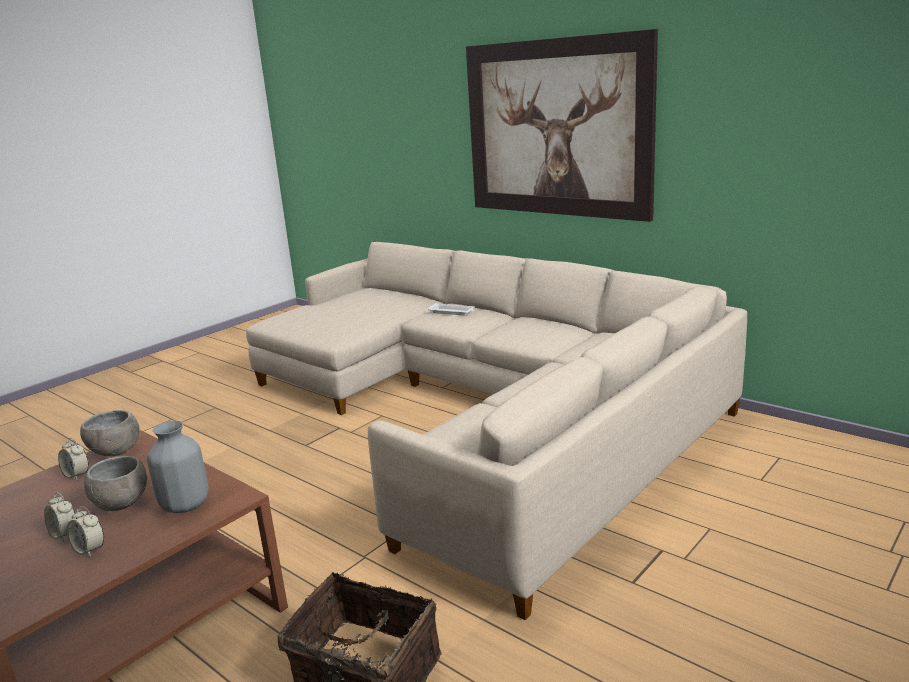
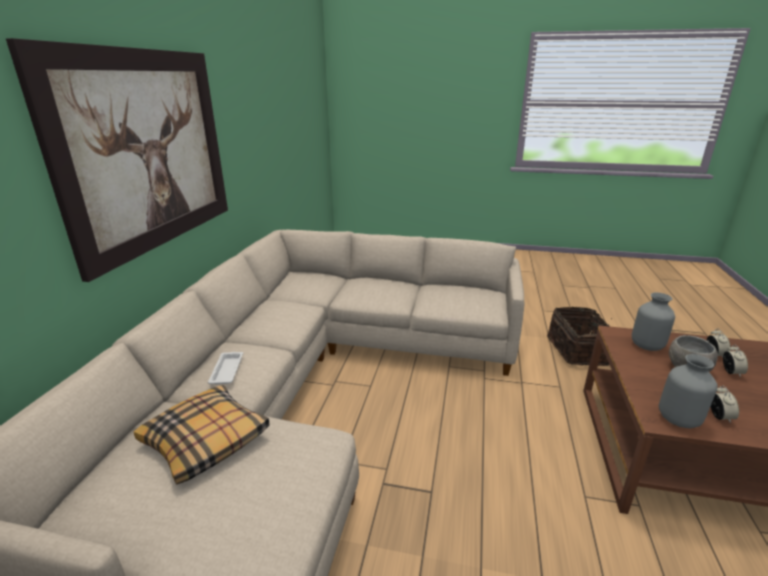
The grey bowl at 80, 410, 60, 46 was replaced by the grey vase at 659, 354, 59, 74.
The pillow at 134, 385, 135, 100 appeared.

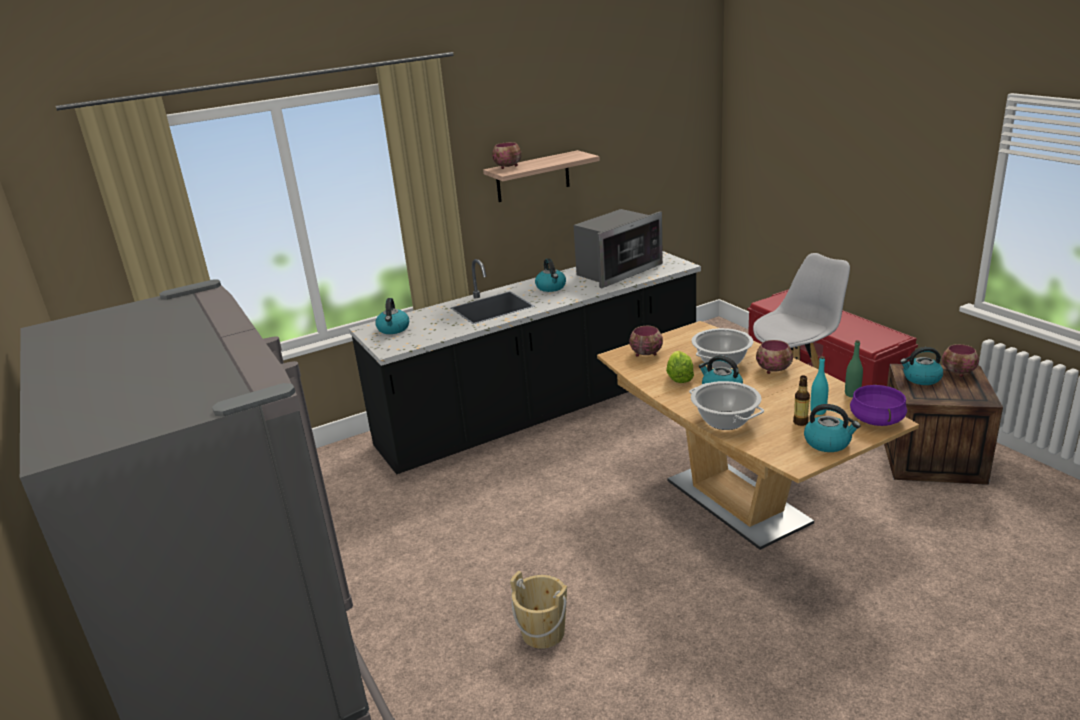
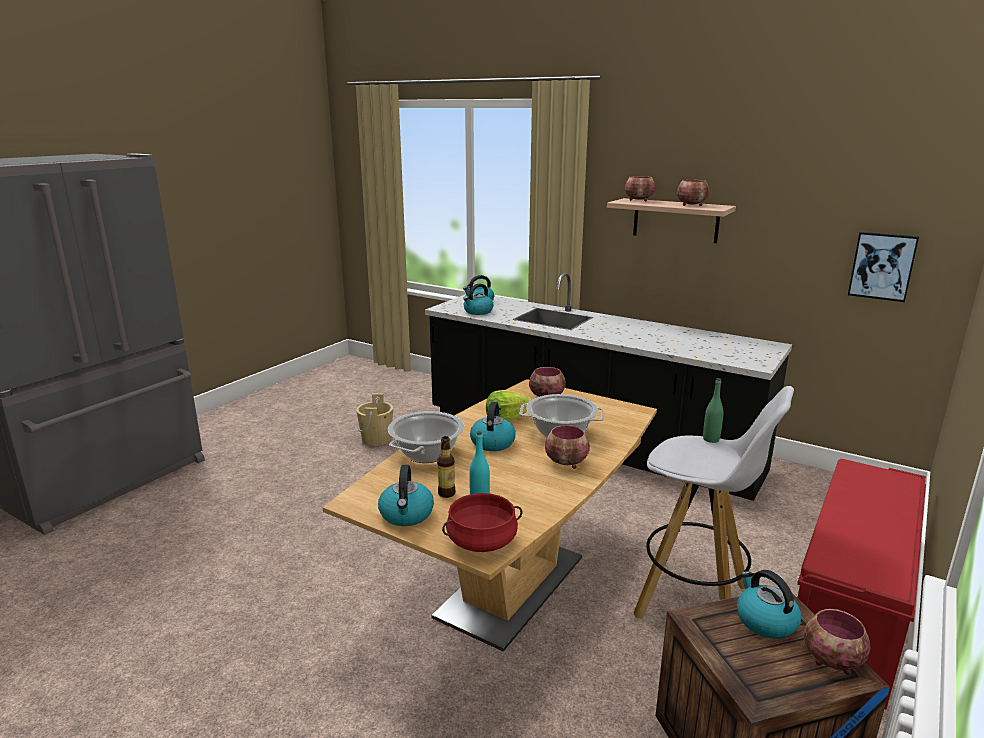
The beige bucket moved from 510, 571, 57, 78 to 356, 393, 37, 53.
The kettle moved from 535, 258, 31, 34 to 463, 283, 31, 32.
The microwave at 573, 209, 90, 79 disappeared.
The green bottle moved from 845, 340, 18, 57 to 703, 378, 20, 65.
The purple cooking pot at 850, 384, 57, 42 became the red cooking pot at 442, 493, 81, 59.
The bowl at 677, 180, 32, 26 appeared.
The picture at 848, 232, 71, 70 appeared.

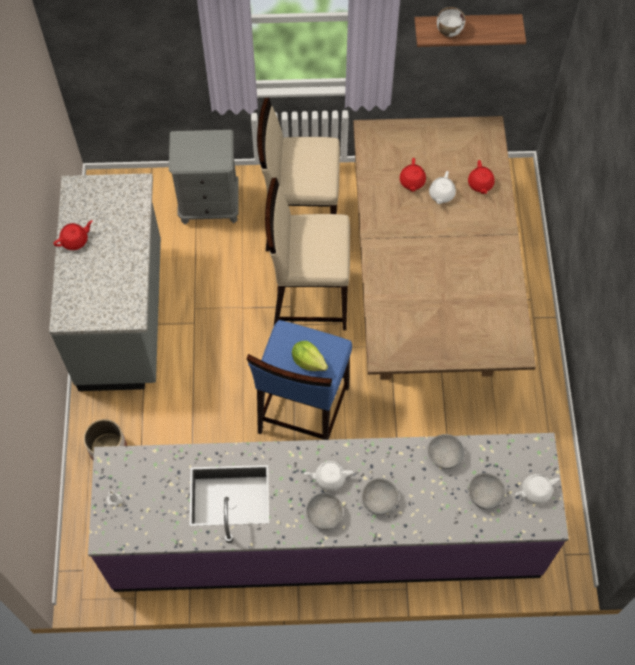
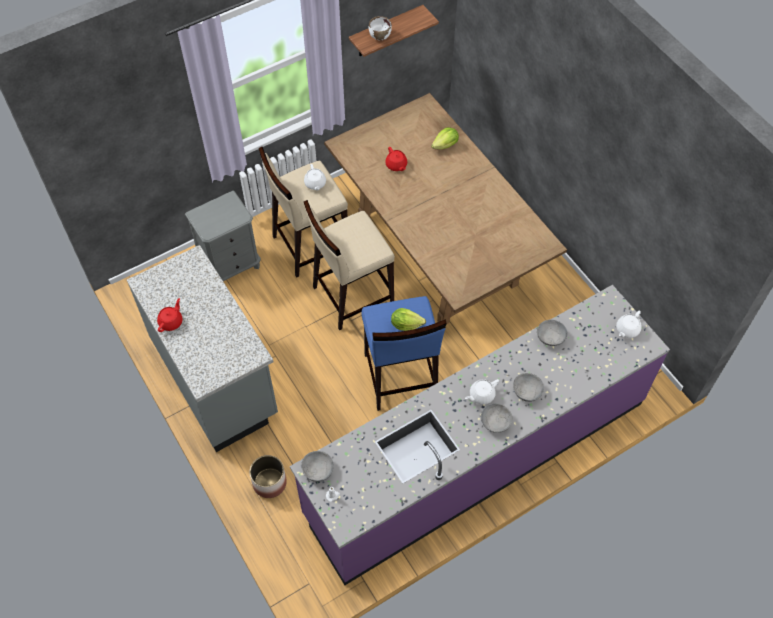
The white teapot moved from 429, 171, 27, 33 to 304, 164, 22, 27.
The red teapot at 468, 160, 27, 34 was replaced by the lettuce at 431, 127, 28, 23.
The grey bowl moved from 469, 473, 36, 36 to 301, 451, 33, 31.

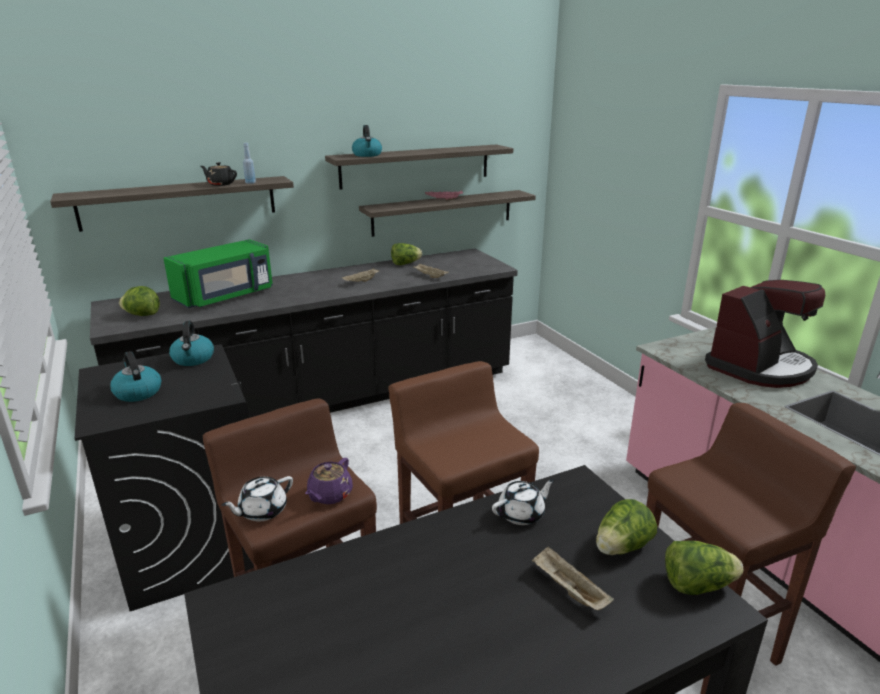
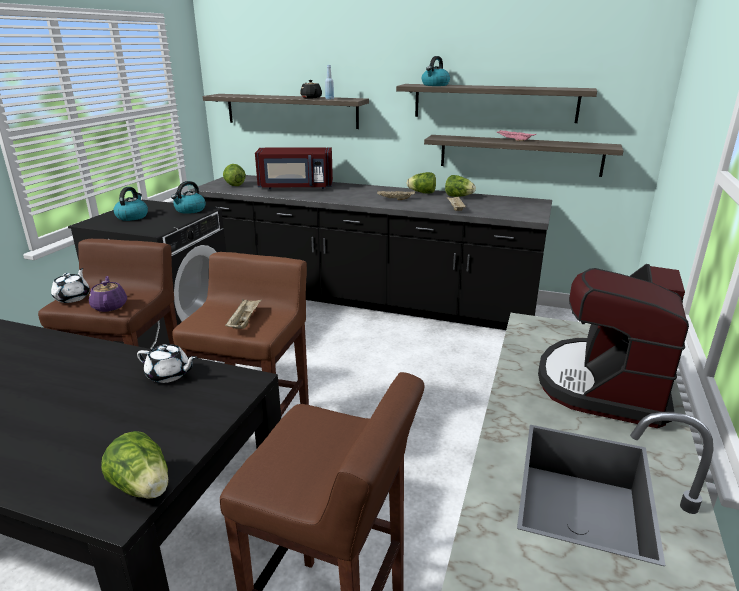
The green microwave at 163, 239, 110, 69 became the red microwave at 255, 147, 78, 42.
The white teapot at 221, 476, 72, 45 turned 90 degrees clockwise.
The purple teapot at 305, 458, 48, 46 turned 90 degrees clockwise.
The beige tray moved from 532, 546, 82, 65 to 225, 299, 37, 30.
The lettuce moved from 596, 499, 61, 56 to 407, 172, 29, 21.
The coffee machine at 705, 280, 120, 108 turned 105 degrees clockwise.

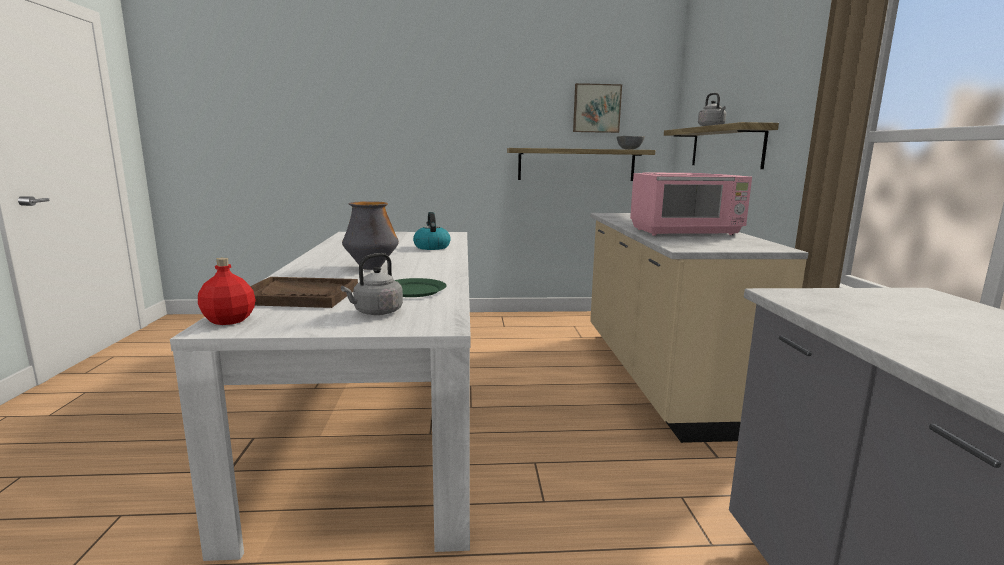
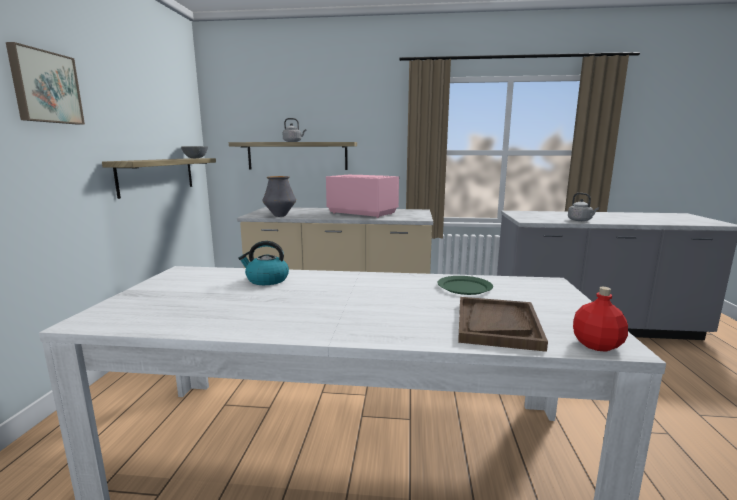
The grey kettle moved from 341, 253, 62, 62 to 568, 193, 31, 28.
The vase moved from 342, 201, 57, 69 to 262, 176, 34, 41.
The picture moved from 573, 83, 49, 50 to 6, 42, 79, 83.
The pink microwave at 630, 172, 122, 64 turned 60 degrees counterclockwise.

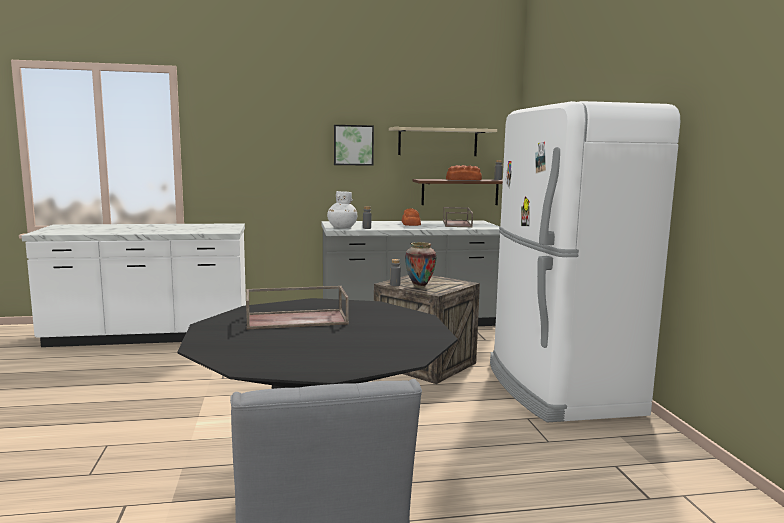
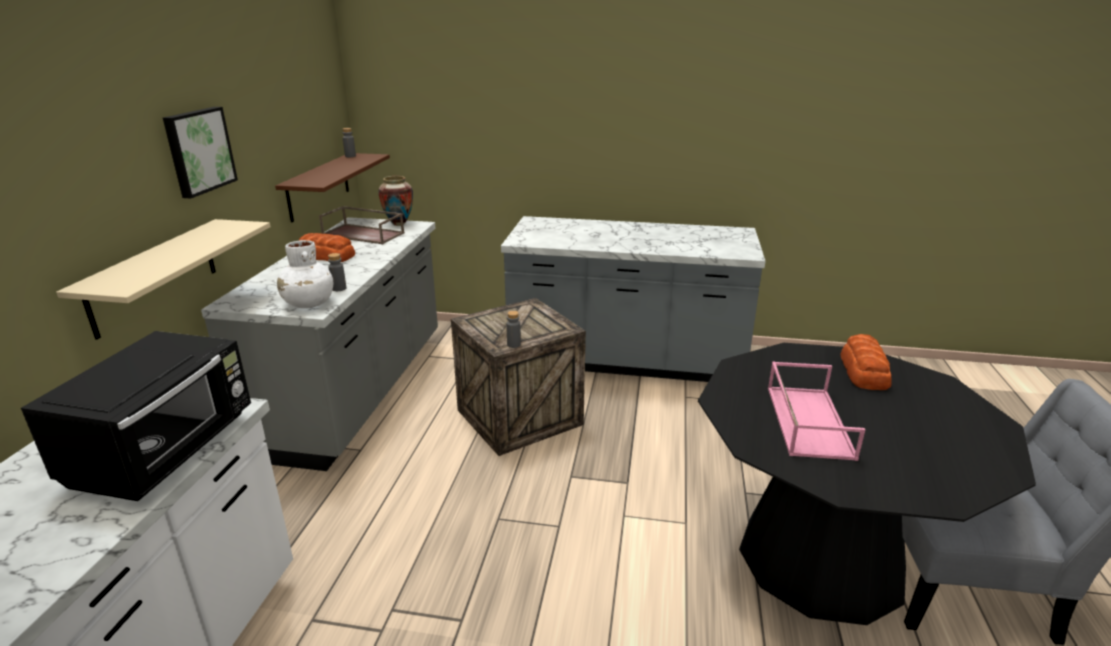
The brown tray at 246, 286, 103, 44 became the pink tray at 768, 361, 97, 100.
The beige shelf moved from 389, 127, 108, 29 to 56, 219, 215, 121.
The vase moved from 405, 242, 32, 46 to 378, 176, 35, 50.
The bread moved from 446, 165, 36, 15 to 840, 334, 52, 56.
The white fridge at 490, 101, 190, 321 was replaced by the grey counter at 501, 216, 265, 166.
The black microwave at 21, 331, 230, 170 appeared.

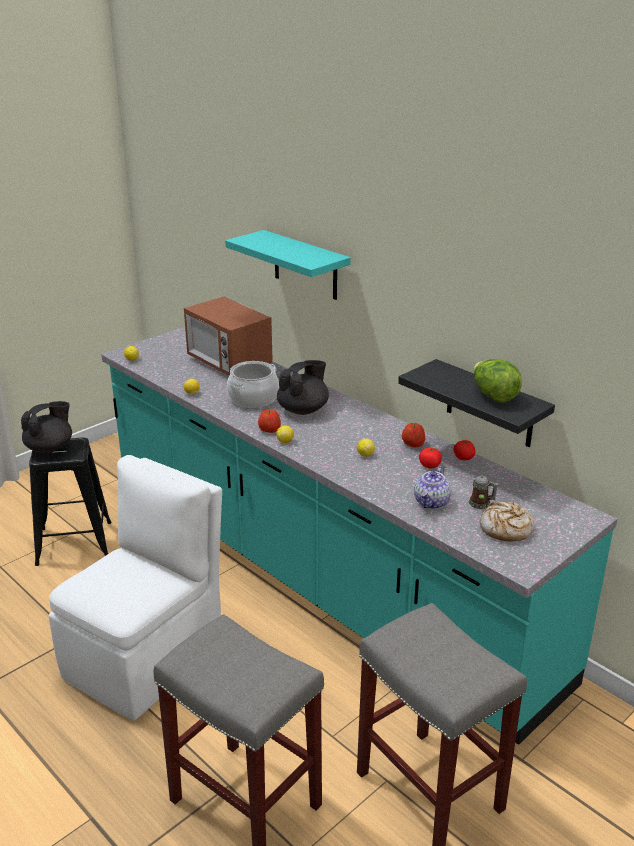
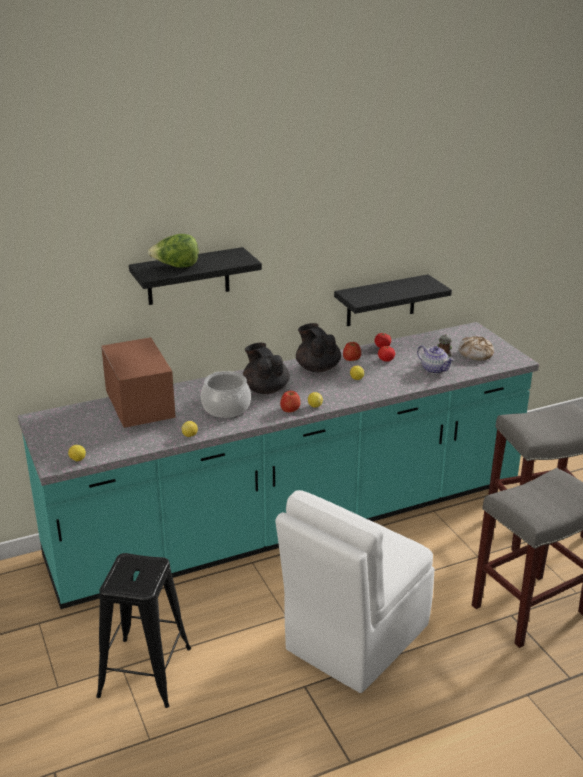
The black teapot moved from 21, 401, 51, 52 to 296, 323, 45, 50.
The white chair at 48, 455, 174, 265 turned 105 degrees counterclockwise.
The microwave at 184, 296, 89, 80 turned 90 degrees counterclockwise.
The turquoise shelf at 225, 230, 125, 70 became the black shelf at 129, 247, 133, 58.
The lettuce moved from 474, 359, 48, 44 to 148, 234, 51, 34.

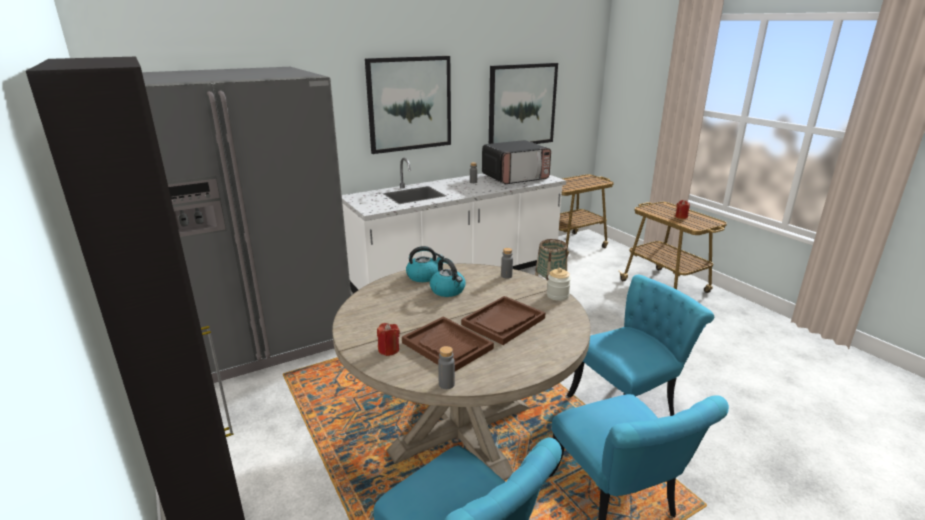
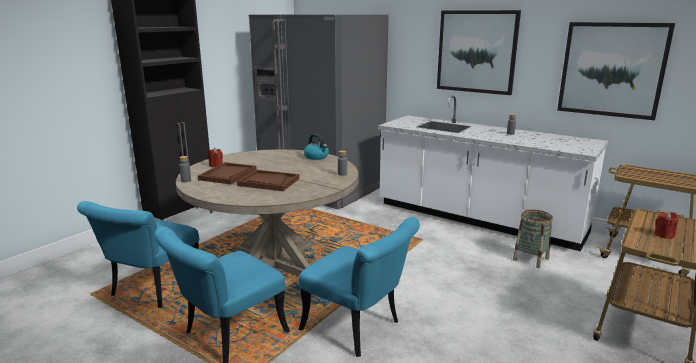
The kettle at 430, 258, 36, 39 disappeared.
The microwave at 482, 140, 69, 44 disappeared.
The jar at 547, 268, 24, 33 disappeared.

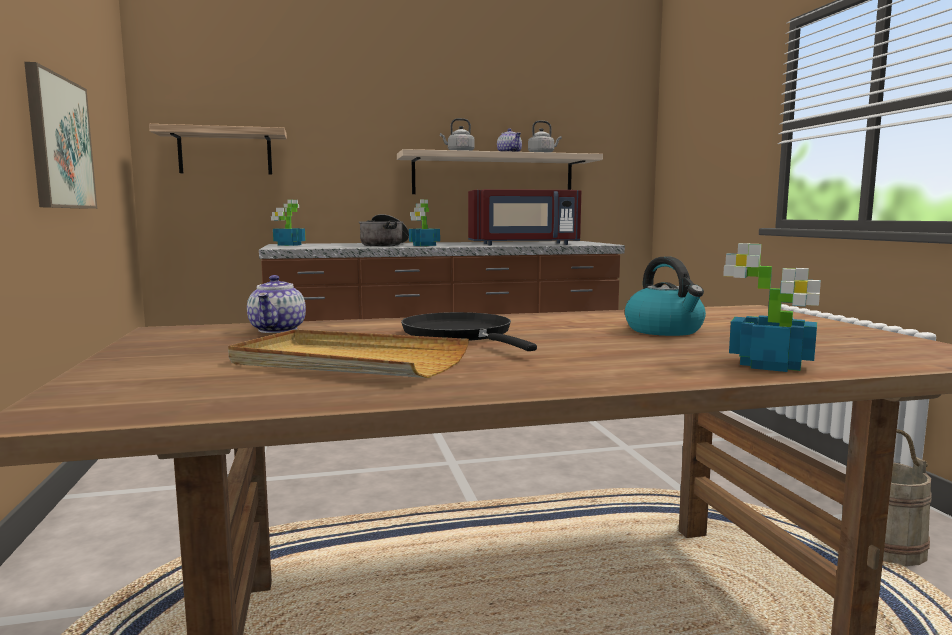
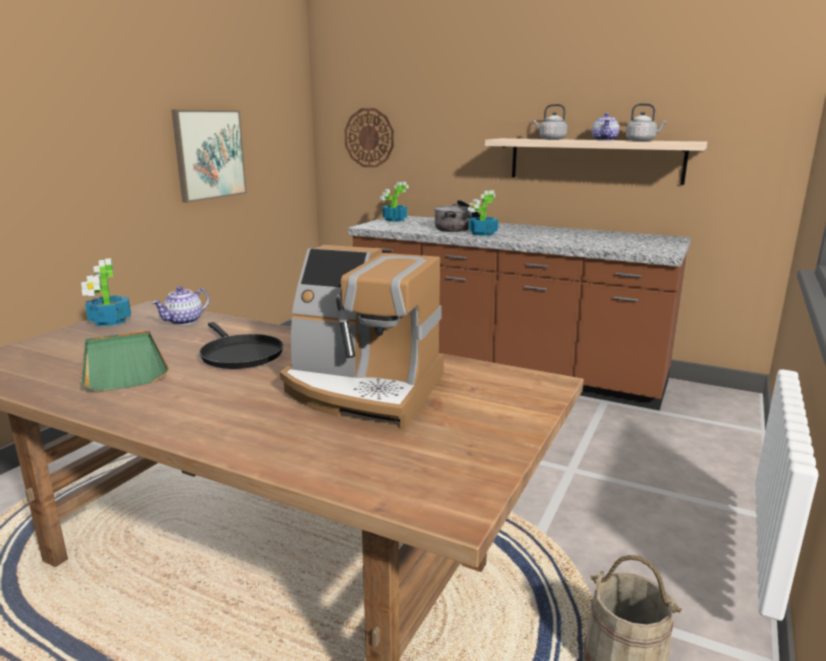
The shelf at 149, 124, 138, 51 was replaced by the wall clock at 344, 108, 50, 60.
The beige tray at 228, 329, 241, 49 became the green tray at 81, 330, 88, 61.
The black frying pan at 401, 312, 136, 39 turned 135 degrees clockwise.
The red microwave at 468, 189, 113, 56 disappeared.
The kettle at 625, 256, 81, 80 was replaced by the coffee machine at 280, 245, 164, 184.
The potted plant moved from 723, 243, 98, 129 to 81, 258, 50, 69.

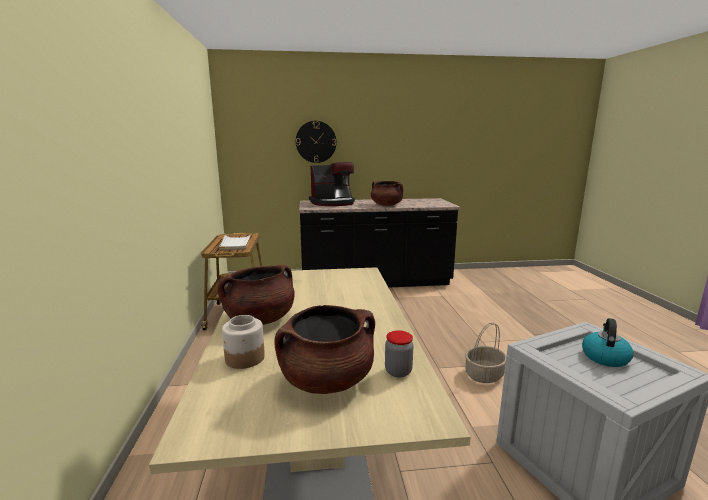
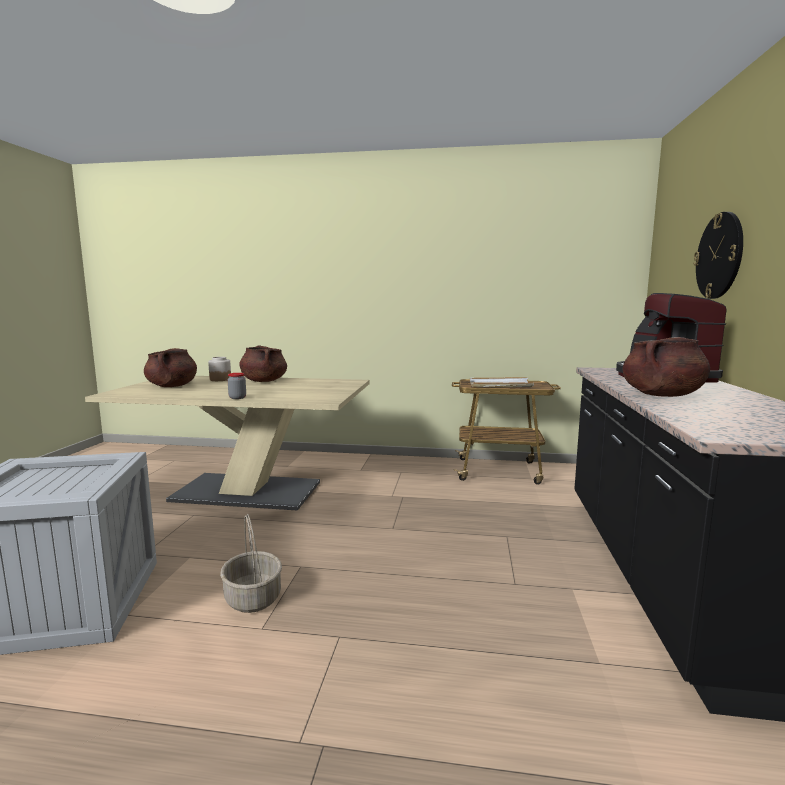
The jar moved from 385, 330, 28, 48 to 228, 373, 18, 26.
The kettle at 582, 318, 51, 49 disappeared.

